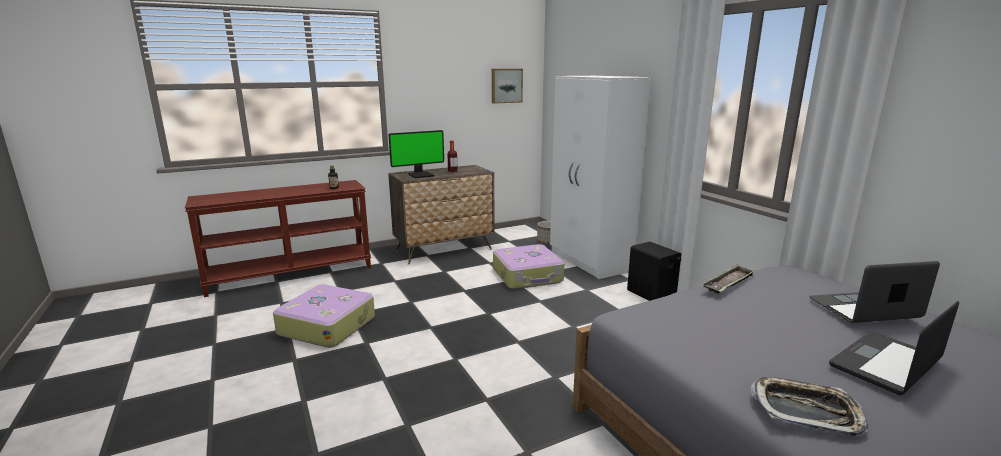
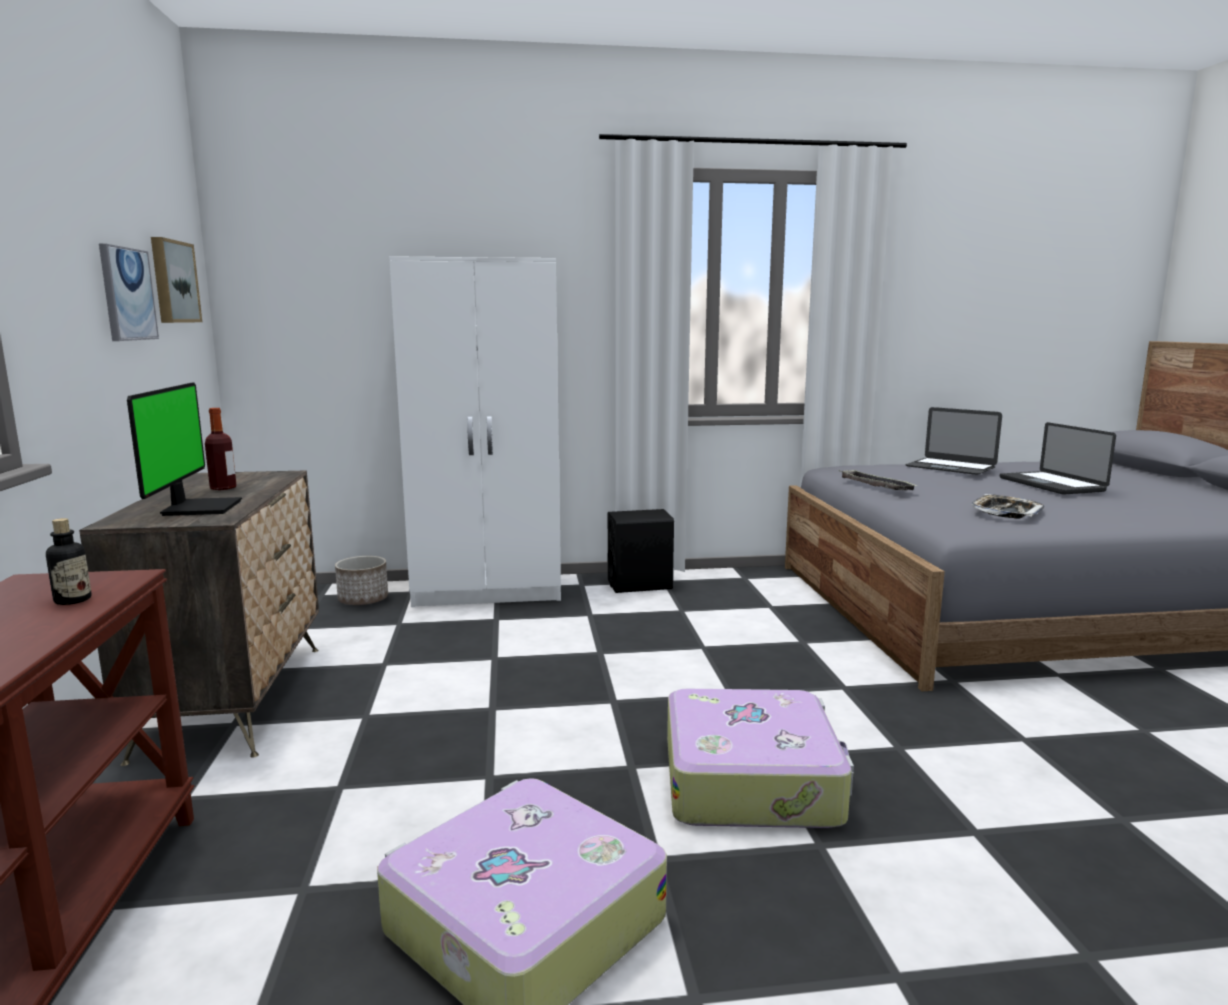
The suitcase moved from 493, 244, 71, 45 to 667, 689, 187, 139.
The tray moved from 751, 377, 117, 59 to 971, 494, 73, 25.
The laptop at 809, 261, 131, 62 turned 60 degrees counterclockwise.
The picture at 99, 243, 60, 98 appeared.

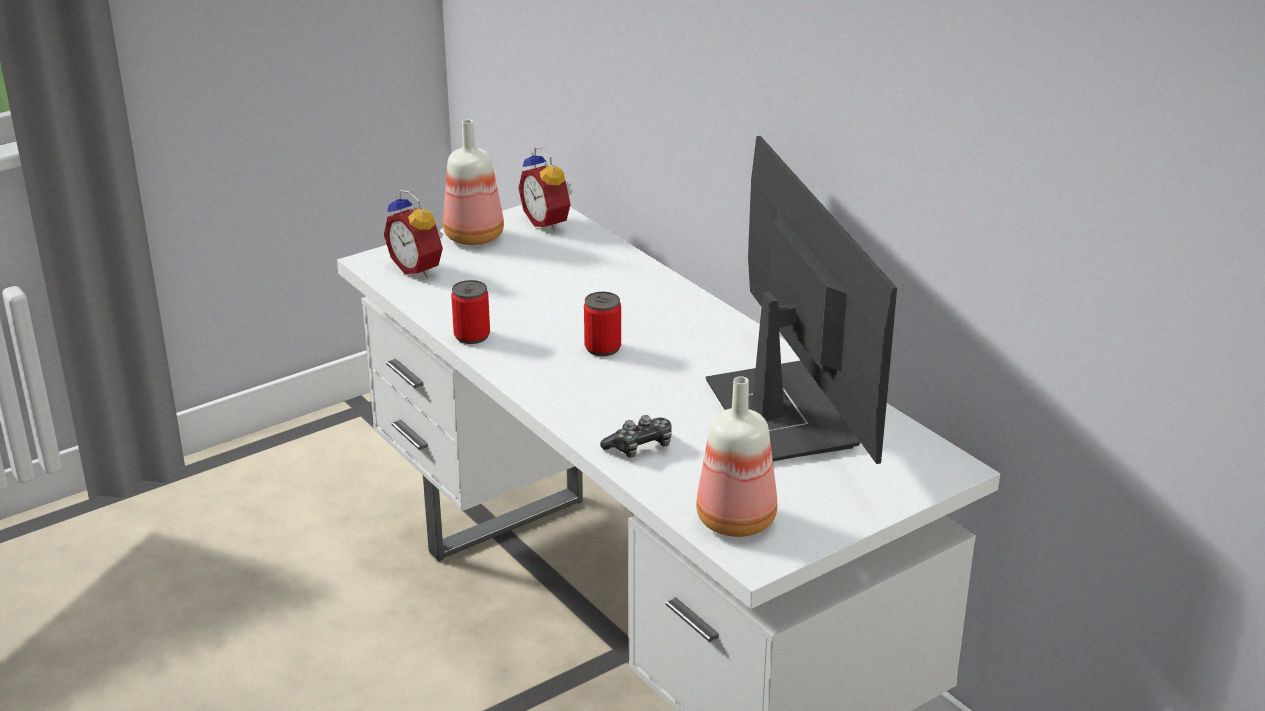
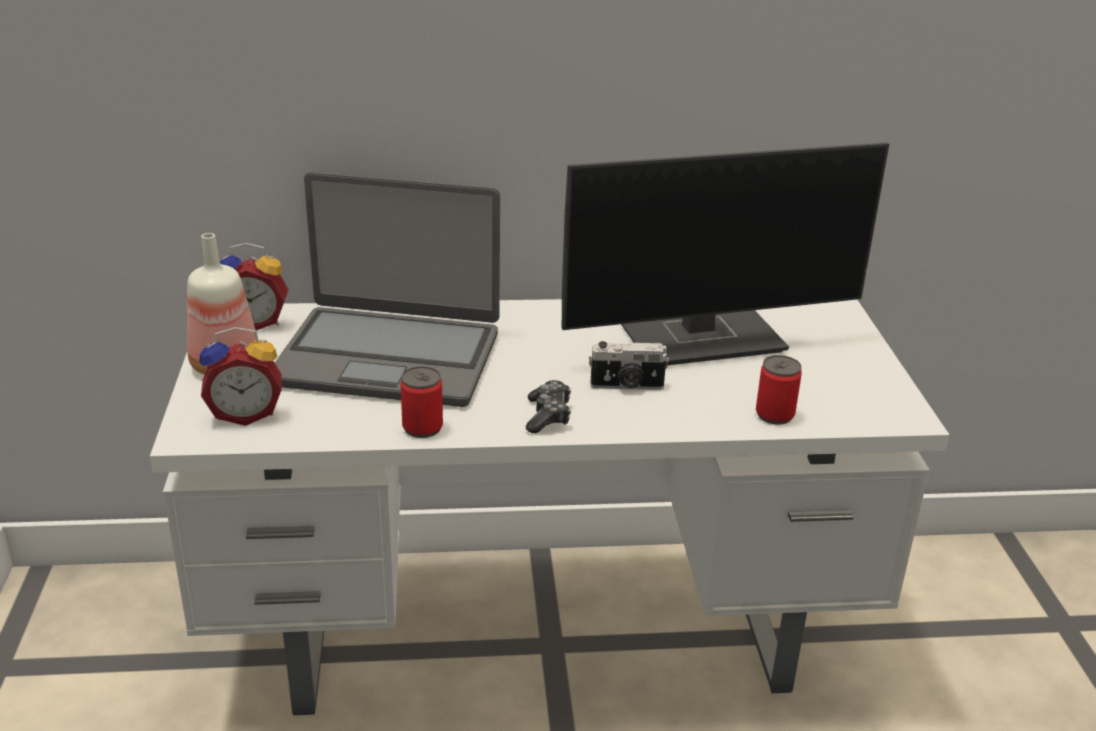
The can moved from 584, 292, 37, 64 to 756, 355, 46, 70.
The game controller moved from 600, 415, 72, 43 to 526, 380, 45, 53.
The bottle at 696, 376, 81, 161 disappeared.
The monitor at 706, 136, 191, 328 turned 150 degrees clockwise.
The laptop at 275, 172, 225, 235 appeared.
The photo camera at 589, 341, 80, 49 appeared.

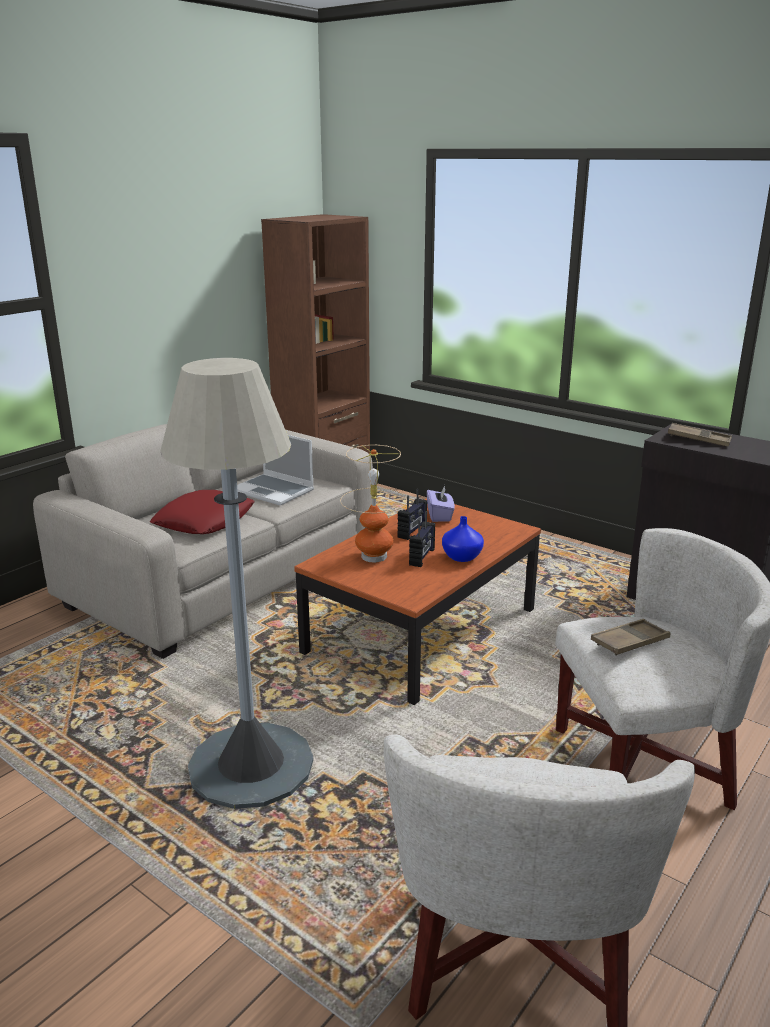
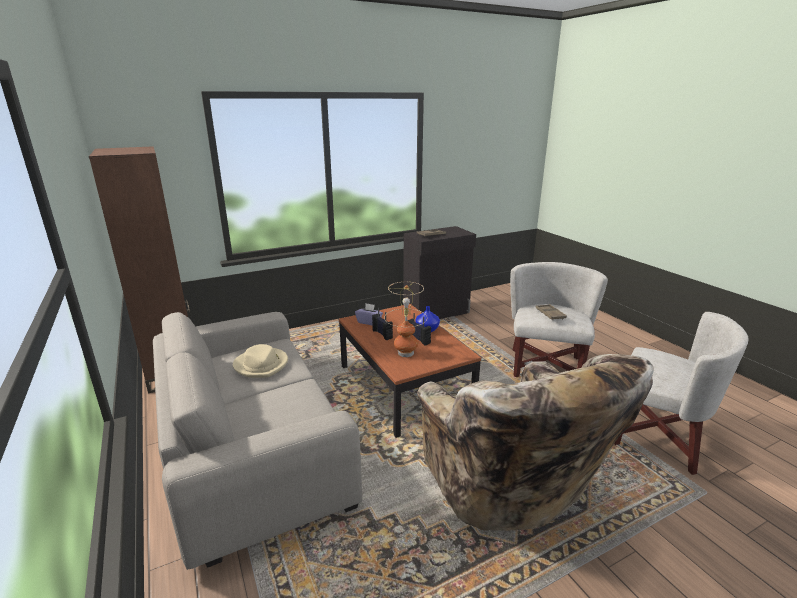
The red pillow at 150, 490, 104, 44 disappeared.
The grey floor lamp at 161, 358, 152, 451 was replaced by the beige armchair at 417, 354, 237, 177.
The laptop at 237, 435, 77, 70 was replaced by the beige hat at 233, 344, 55, 34.

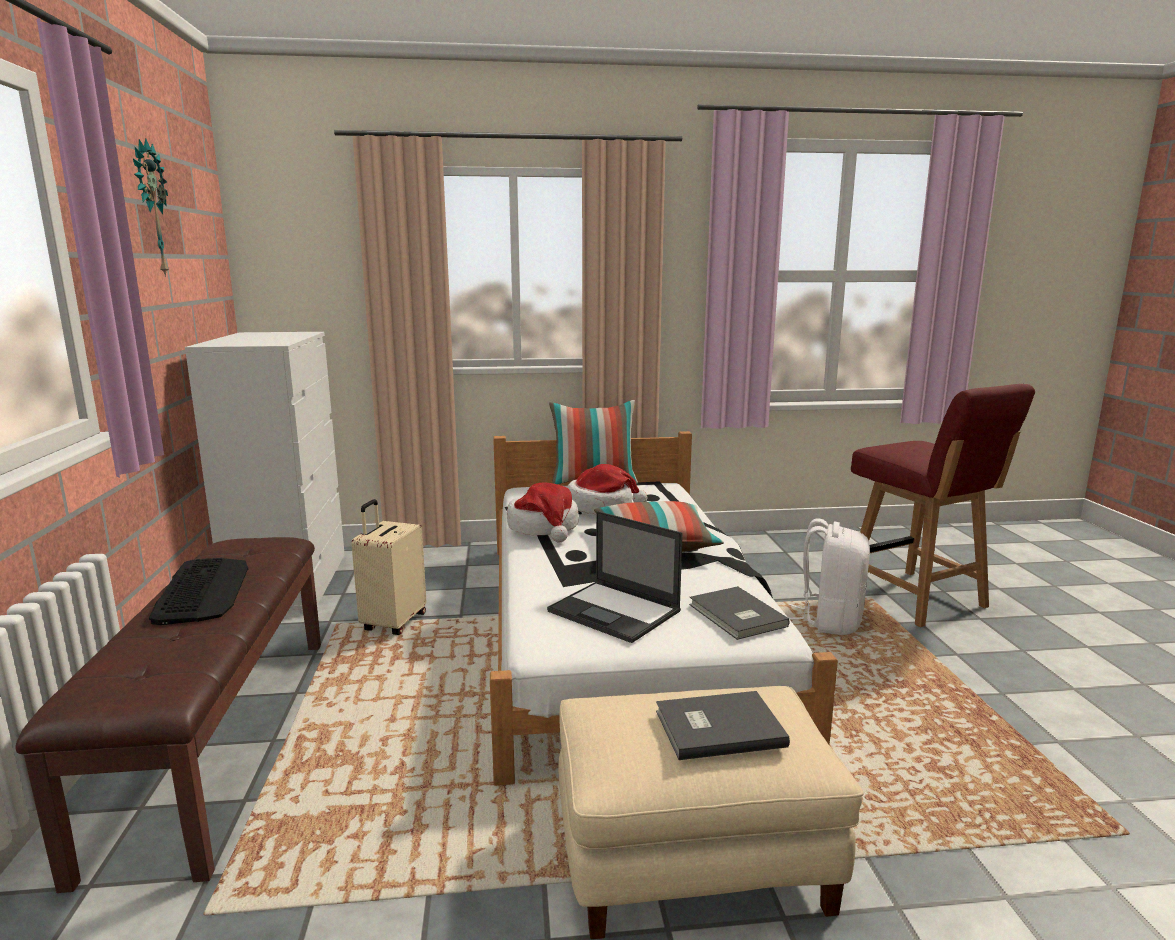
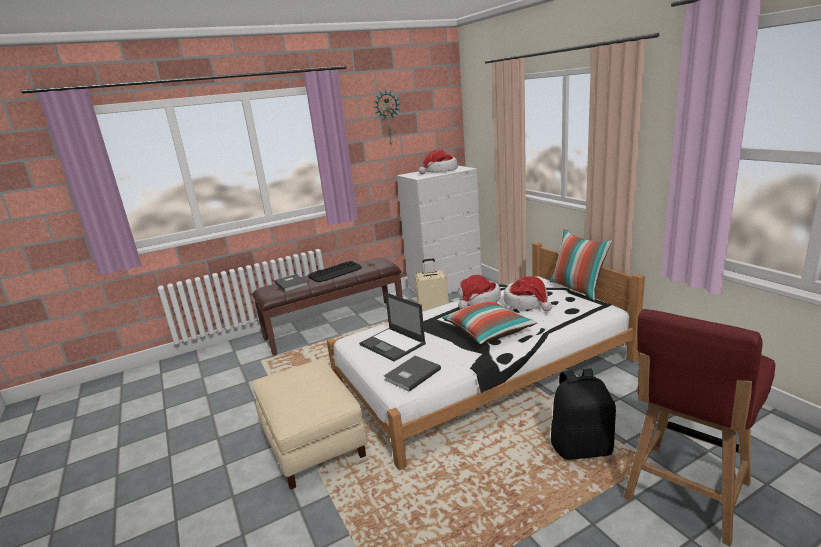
The laptop at 547, 511, 136, 132 turned 60 degrees counterclockwise.
The grey book moved from 656, 691, 134, 69 to 274, 274, 34, 18.
The white backpack at 789, 518, 81, 117 became the black backpack at 551, 368, 65, 92.
The hat at 419, 149, 39, 25 appeared.

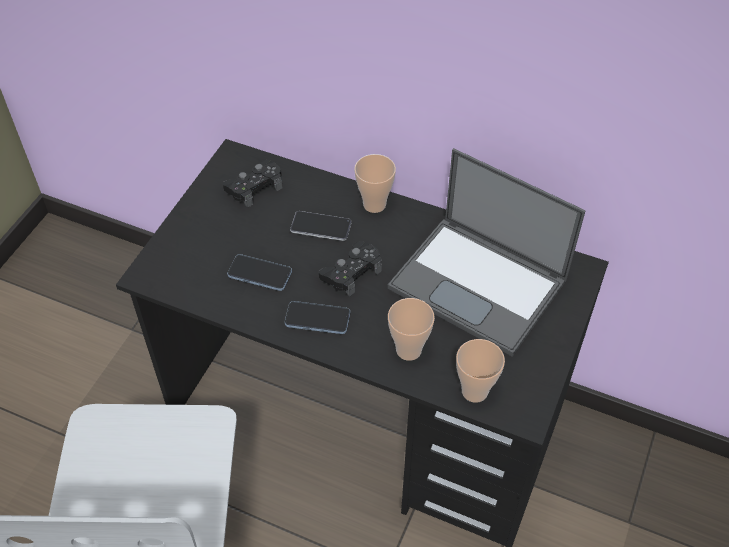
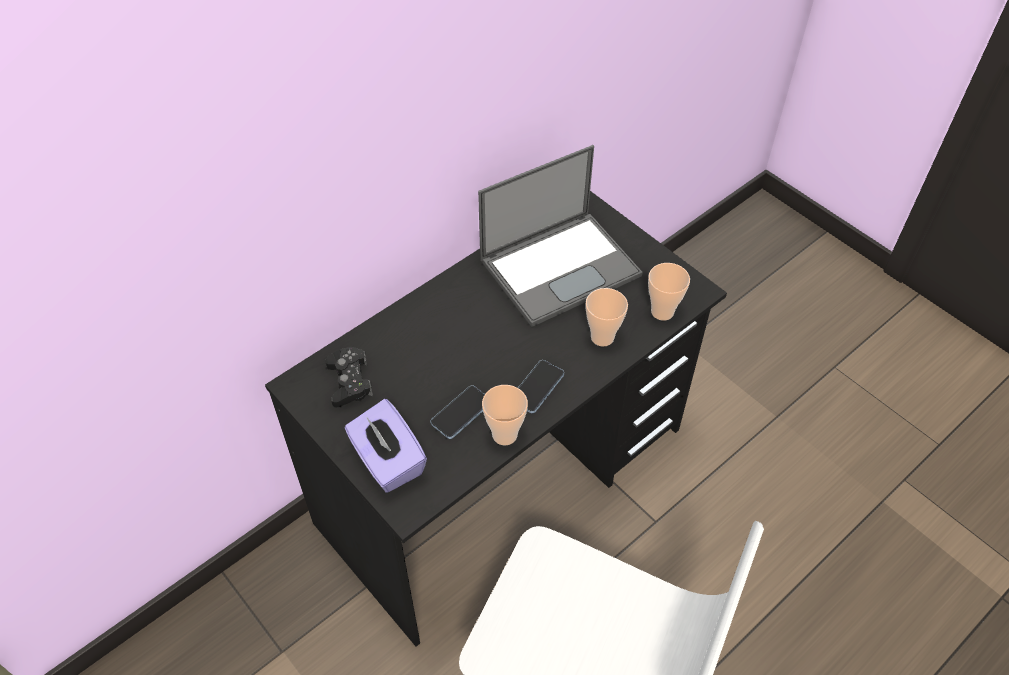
The phone at 290, 211, 62, 30 disappeared.
The black game controller at 319, 241, 63, 56 disappeared.
The cup moved from 354, 154, 42, 59 to 482, 385, 46, 60.
The purple tissue box at 345, 399, 82, 93 appeared.

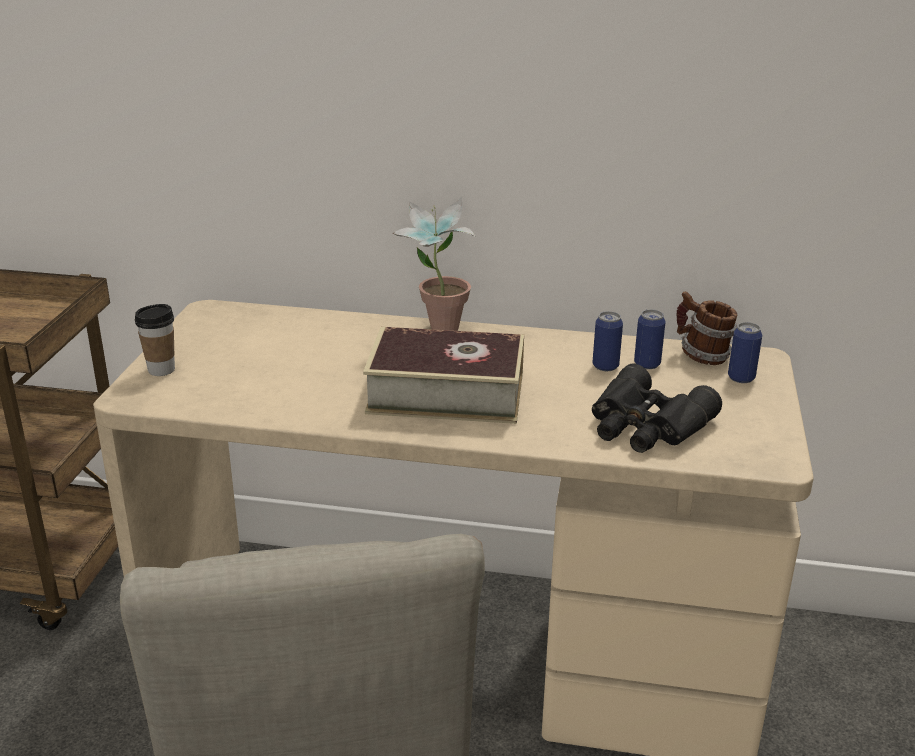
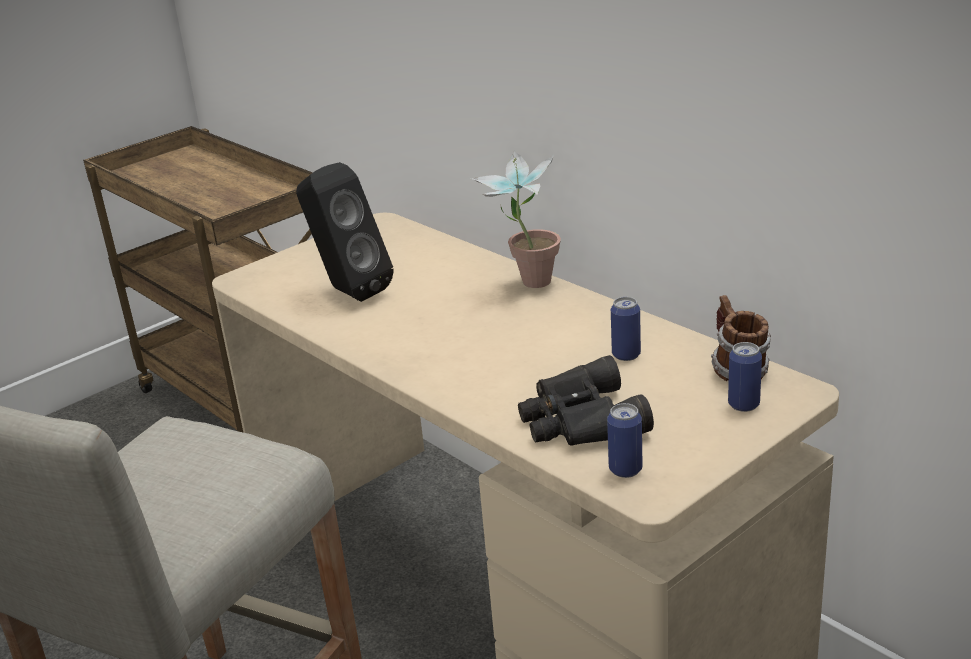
The cup at 135, 304, 40, 72 disappeared.
The book at 363, 327, 161, 97 disappeared.
The can moved from 634, 309, 32, 60 to 607, 403, 35, 75.
The black speaker at 296, 162, 98, 140 appeared.

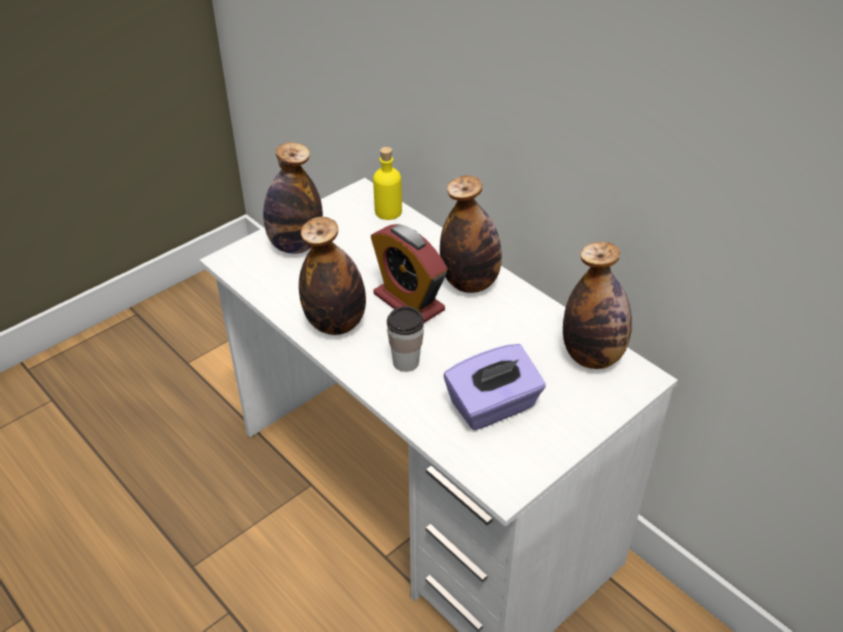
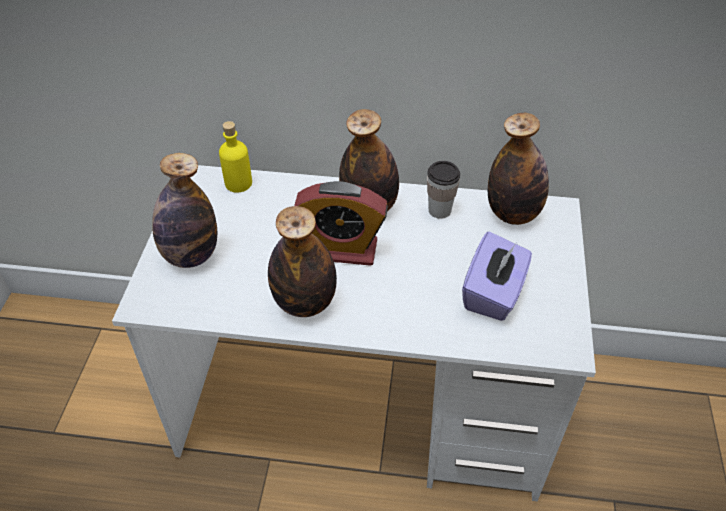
The cup moved from 387, 306, 37, 66 to 427, 161, 33, 58.

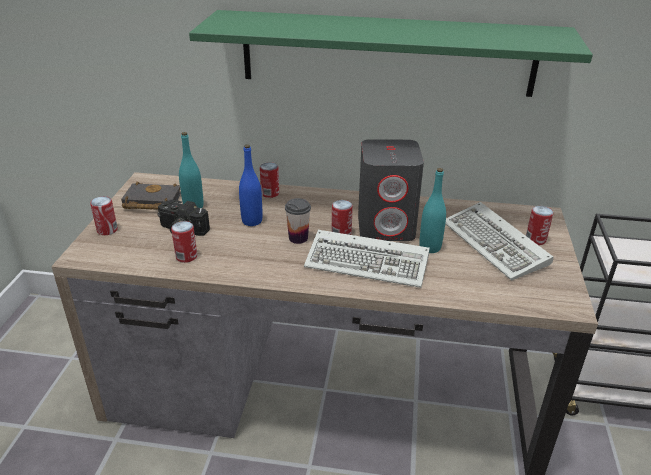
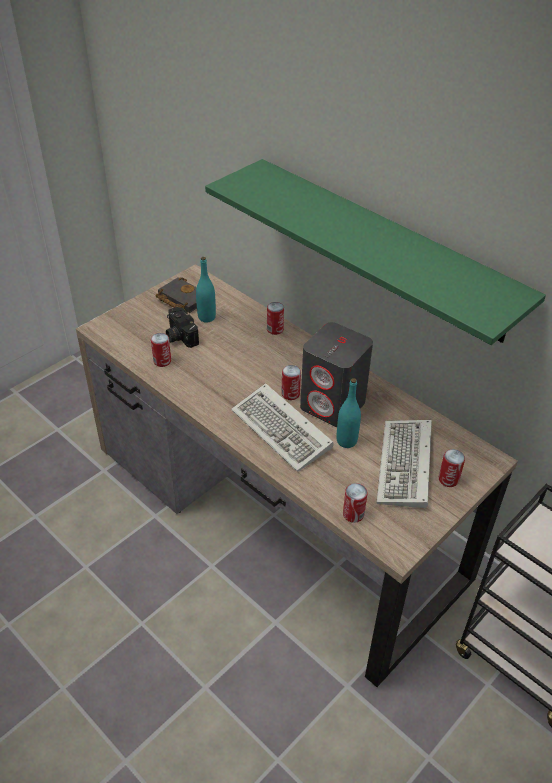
The can moved from 90, 196, 28, 39 to 343, 483, 25, 40.
The blue bottle at 239, 144, 24, 82 disappeared.
The cup at 285, 198, 26, 46 disappeared.

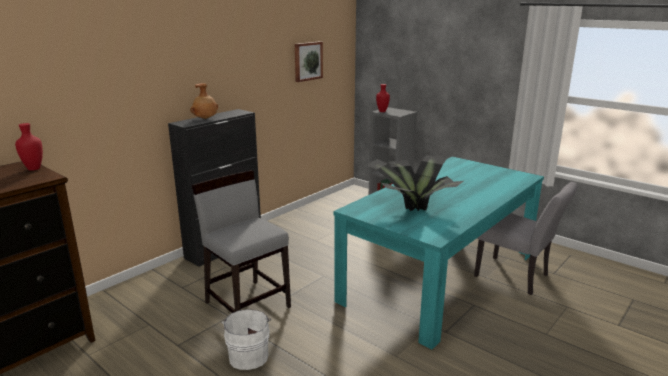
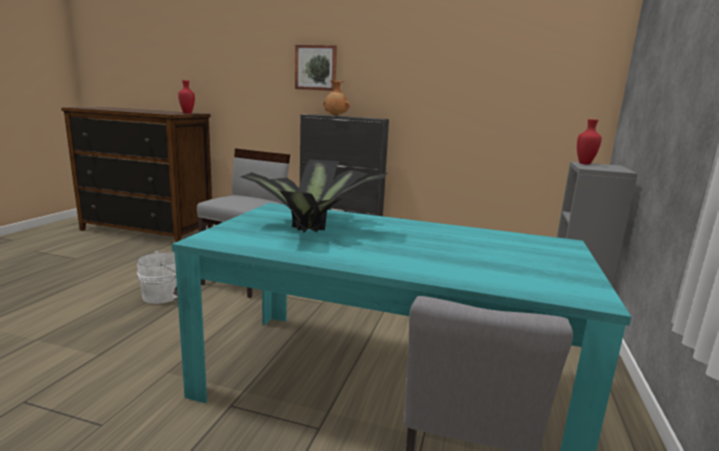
The picture moved from 295, 41, 28, 41 to 295, 45, 42, 46.

